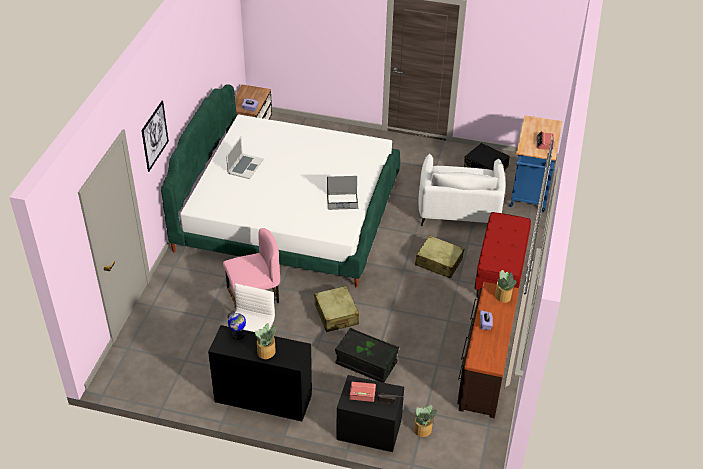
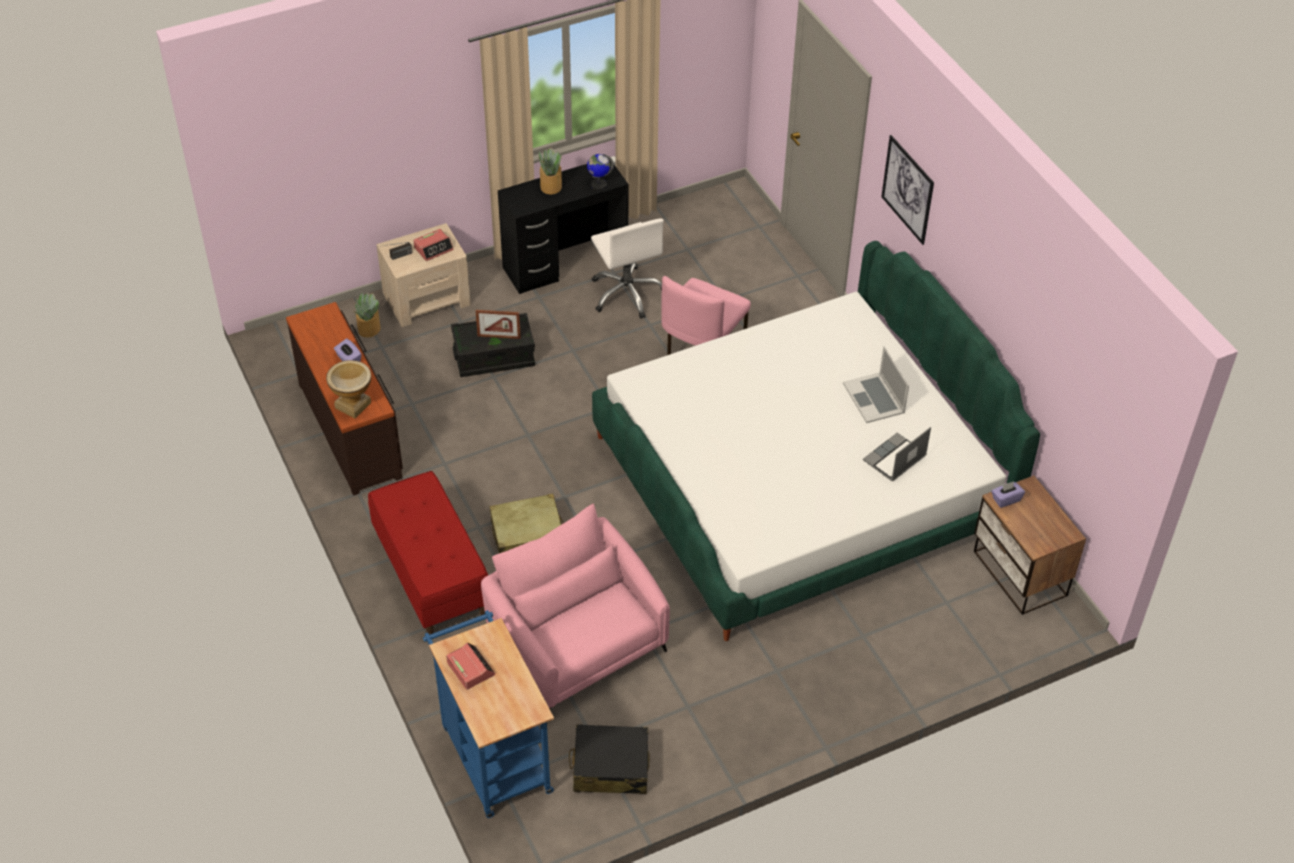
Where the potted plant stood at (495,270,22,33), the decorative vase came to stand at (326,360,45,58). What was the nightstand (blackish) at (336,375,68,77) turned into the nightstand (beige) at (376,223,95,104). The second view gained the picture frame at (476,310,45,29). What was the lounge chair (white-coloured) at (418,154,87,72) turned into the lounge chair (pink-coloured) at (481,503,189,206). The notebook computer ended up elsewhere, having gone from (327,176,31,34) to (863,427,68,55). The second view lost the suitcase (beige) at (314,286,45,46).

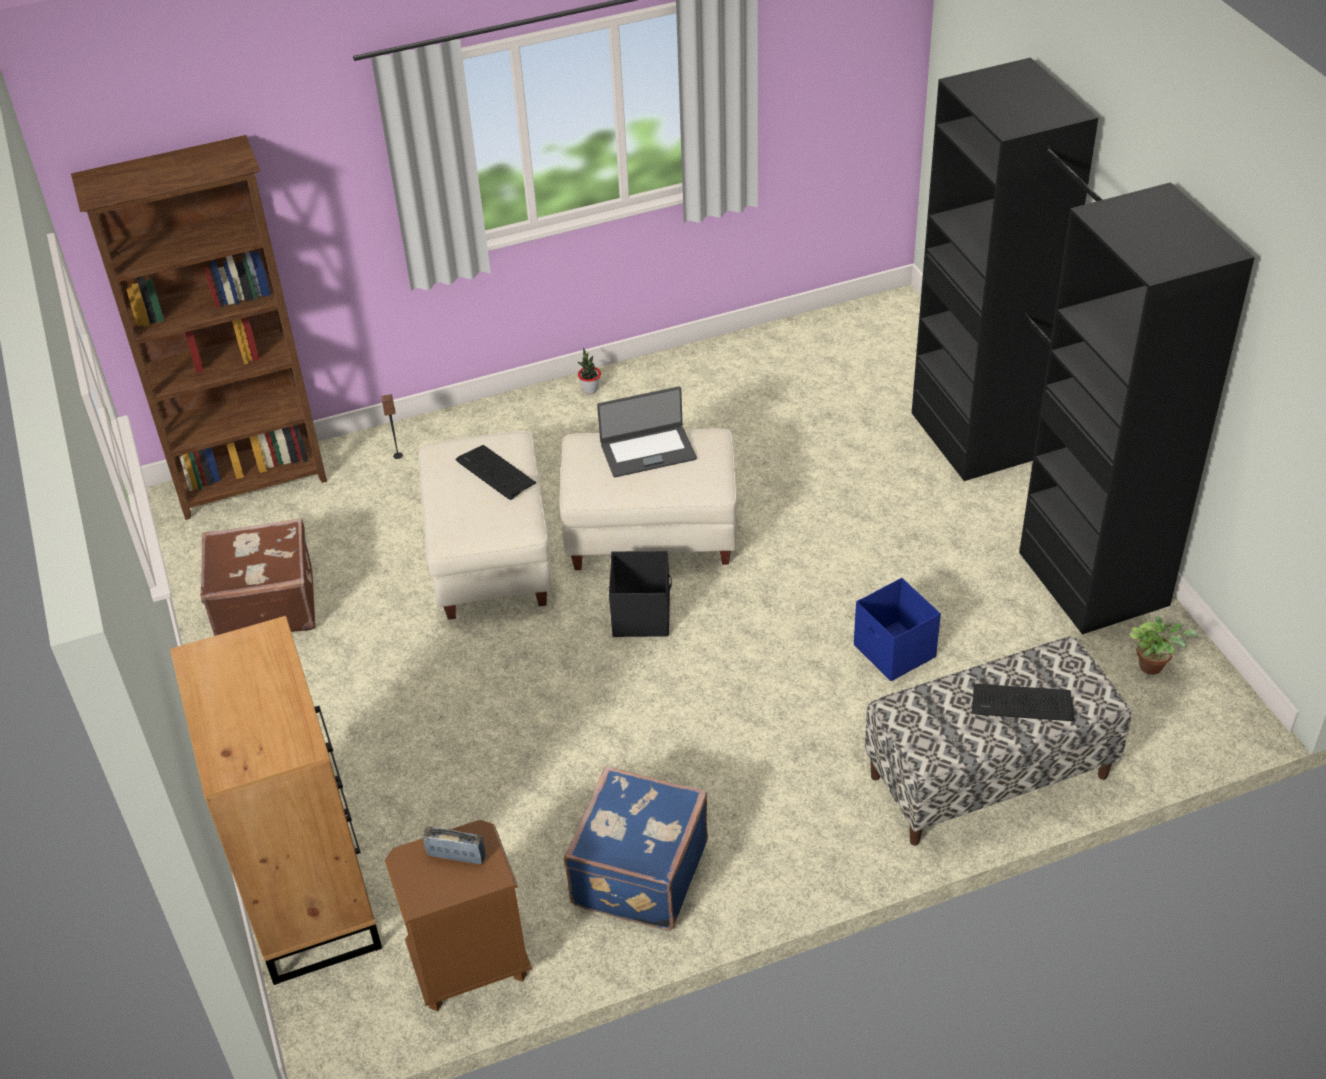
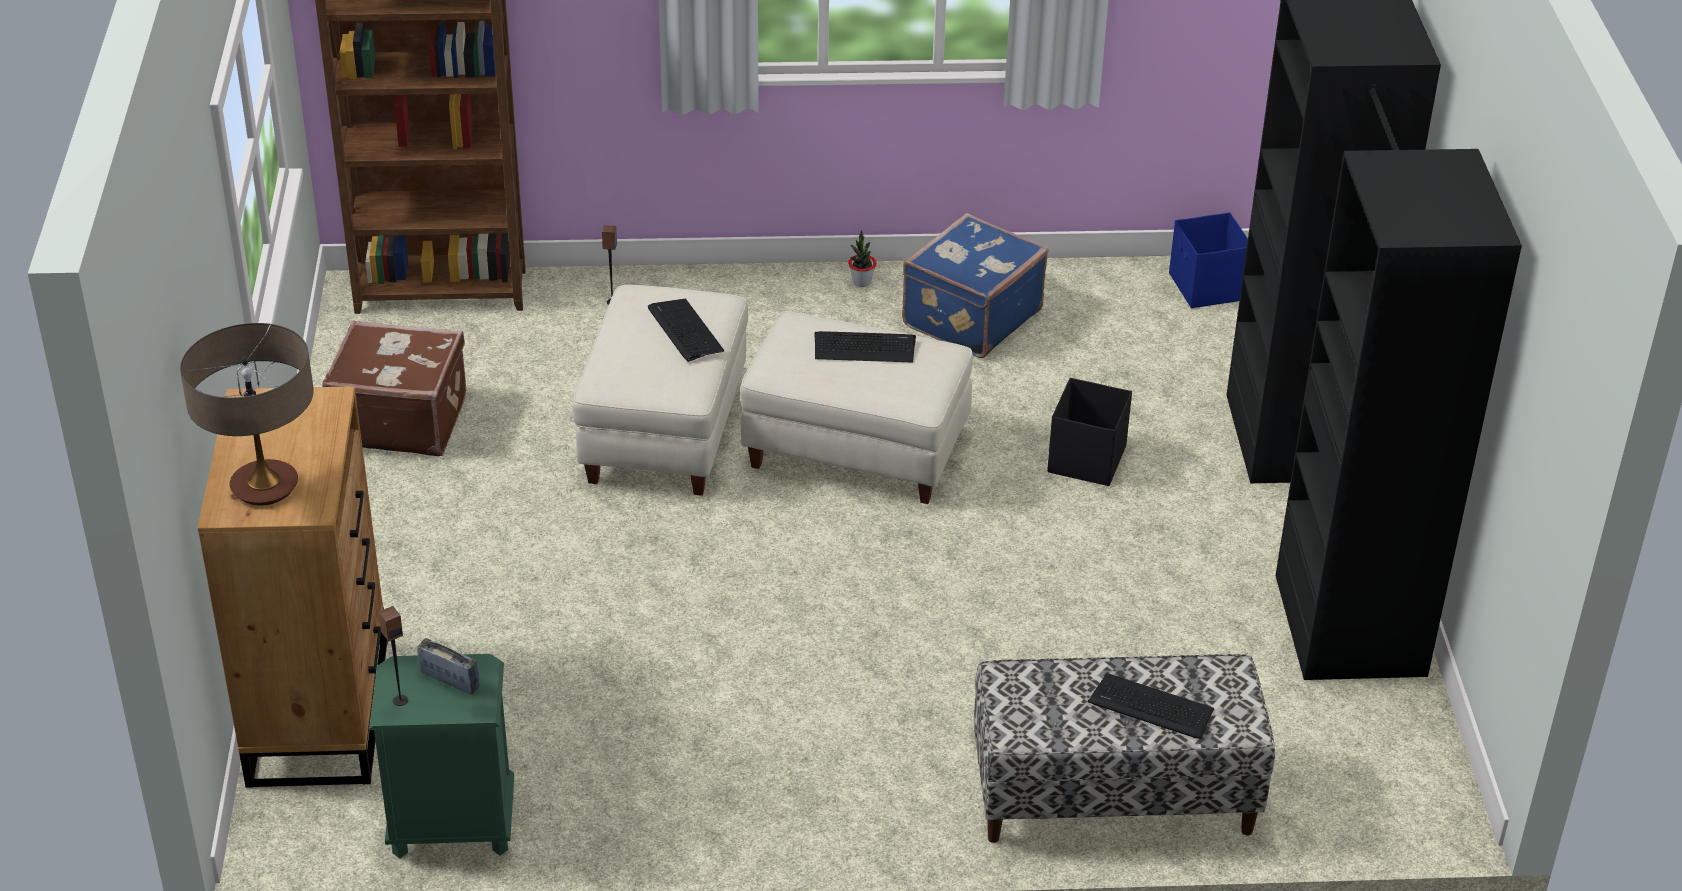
The second view gained the table lamp at (180,323,134,183). What was the nightstand (brown-coloured) at (385,820,147,191) turned into the nightstand (green-coloured) at (369,654,145,205). The second view gained the loudspeaker at (379,606,29,100). Where the notebook computer stood at (597,386,100,91), the computer keyboard came to stand at (815,331,101,32). The suitcase (bluish) ended up elsewhere, having gone from (564,766,144,164) to (902,213,147,145). The storage container (blackish) ended up elsewhere, having gone from (609,551,63,86) to (1047,378,85,108). The storage container (bluish) ended up elsewhere, having gone from (854,578,87,103) to (1169,212,79,96). The second view lost the potted plant at (1129,616,70,59).

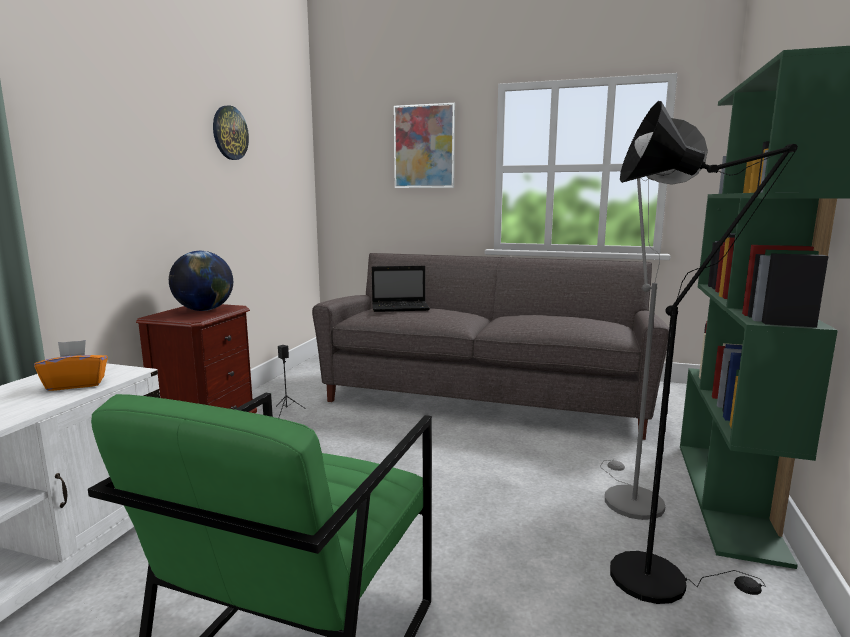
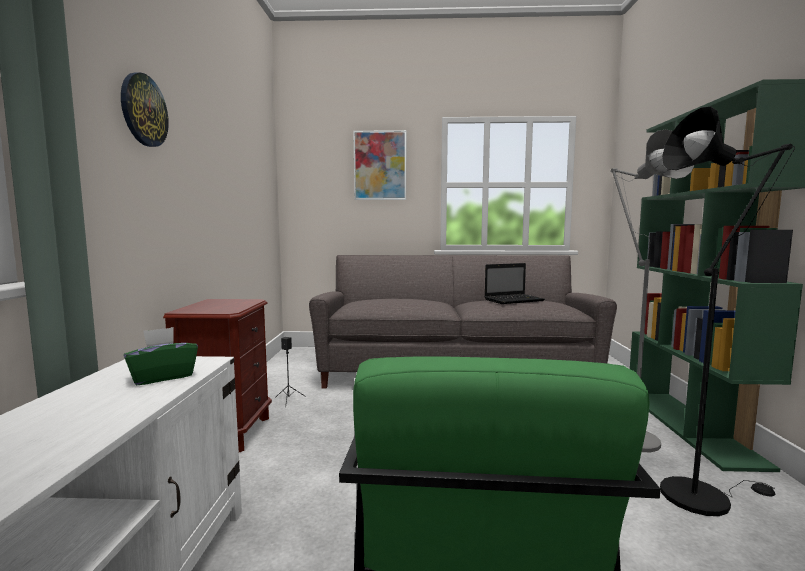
The clock on the wall ended up elsewhere, having gone from (213,105,36,55) to (121,72,48,75). What was the tissue box (orange) at (34,340,74,51) turned into the tissue box (green-coloured) at (124,327,74,59). The notebook computer ended up elsewhere, having gone from (372,266,58,46) to (484,263,61,41). The second view lost the desk globe at (169,251,64,60).

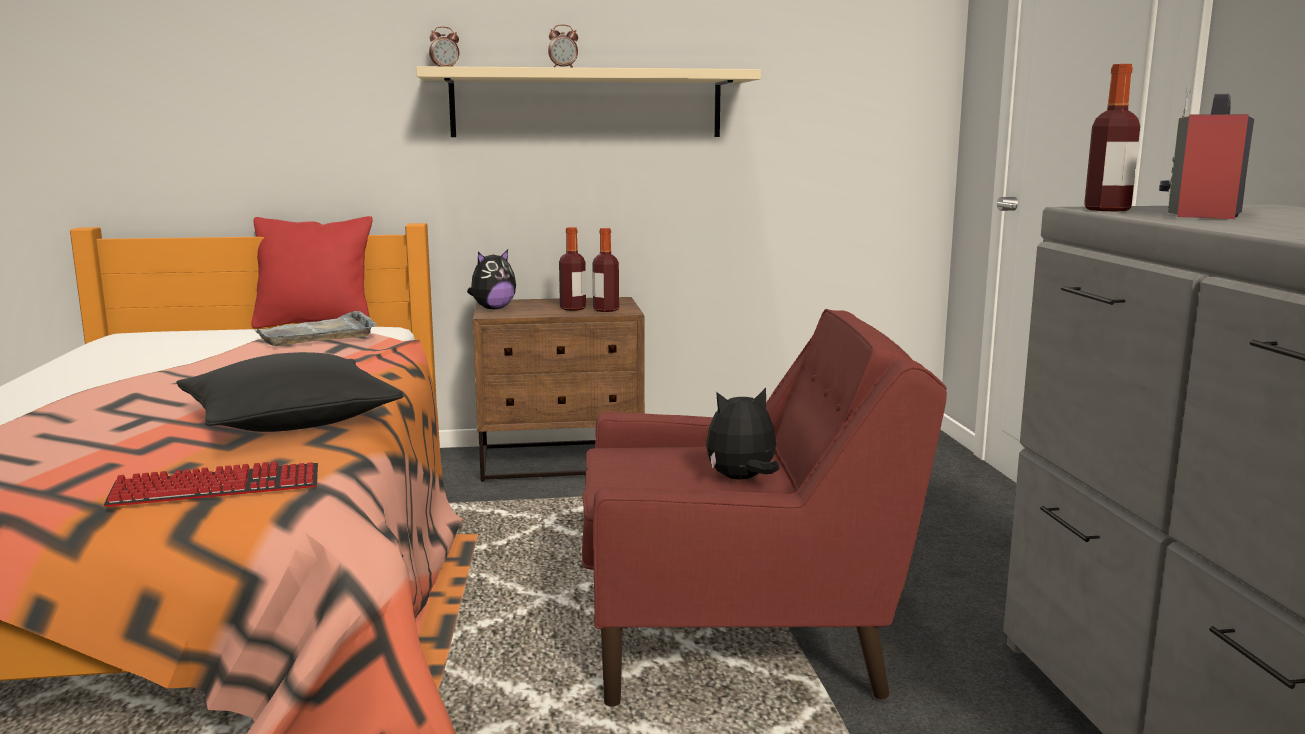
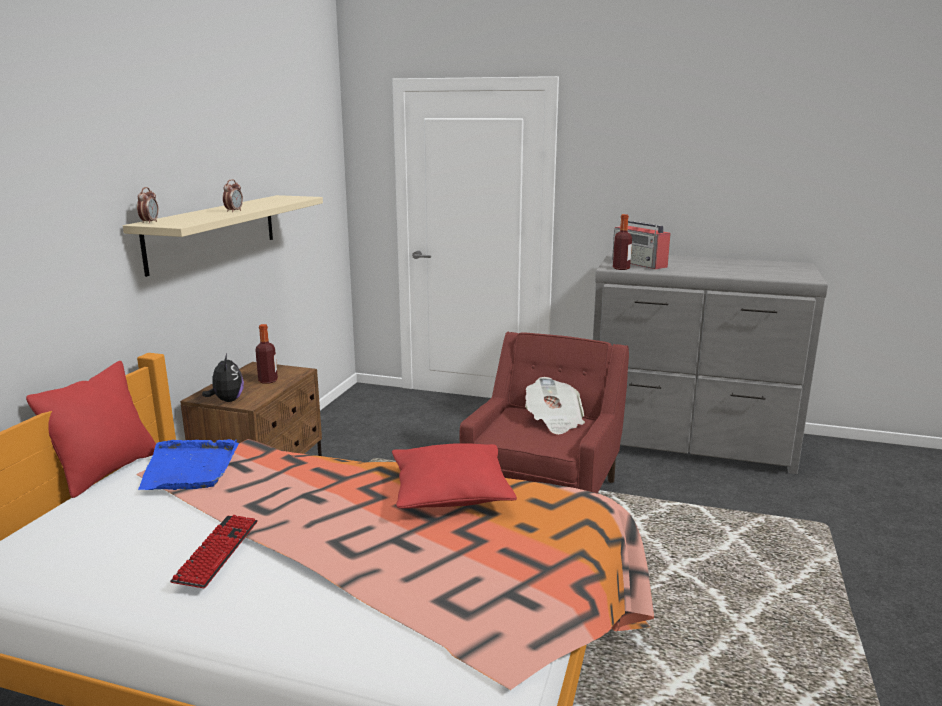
What was the carrying tray (greyish) at (255,311,122,35) turned into the carrying tray (bluish) at (138,439,101,51). The computer keyboard ended up elsewhere, having gone from (104,461,214,46) to (170,515,88,73). What was the cushion (blackish) at (176,352,228,80) turned into the cushion (red-coloured) at (392,443,125,65). Where the plush toy stood at (706,388,73,92), the printed paper came to stand at (525,377,60,58). The second view lost the drink bottle at (593,228,26,84).

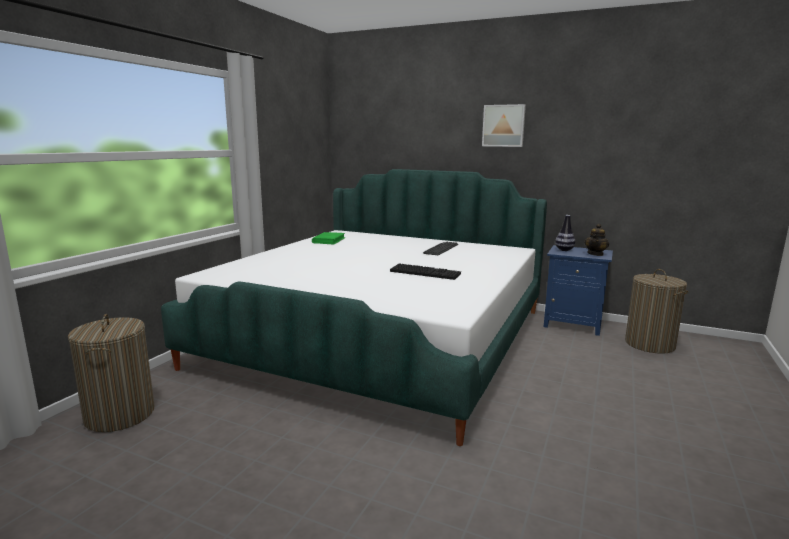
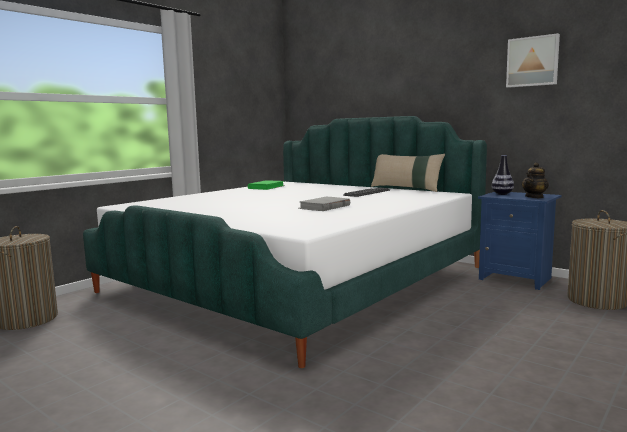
Where the computer keyboard stood at (390,263,71,17), the volume (greyish) came to stand at (298,197,52,14). The second view gained the cushion (beige) at (371,154,74,38). The wall picture ended up elsewhere, having gone from (482,104,44,43) to (506,33,54,55).

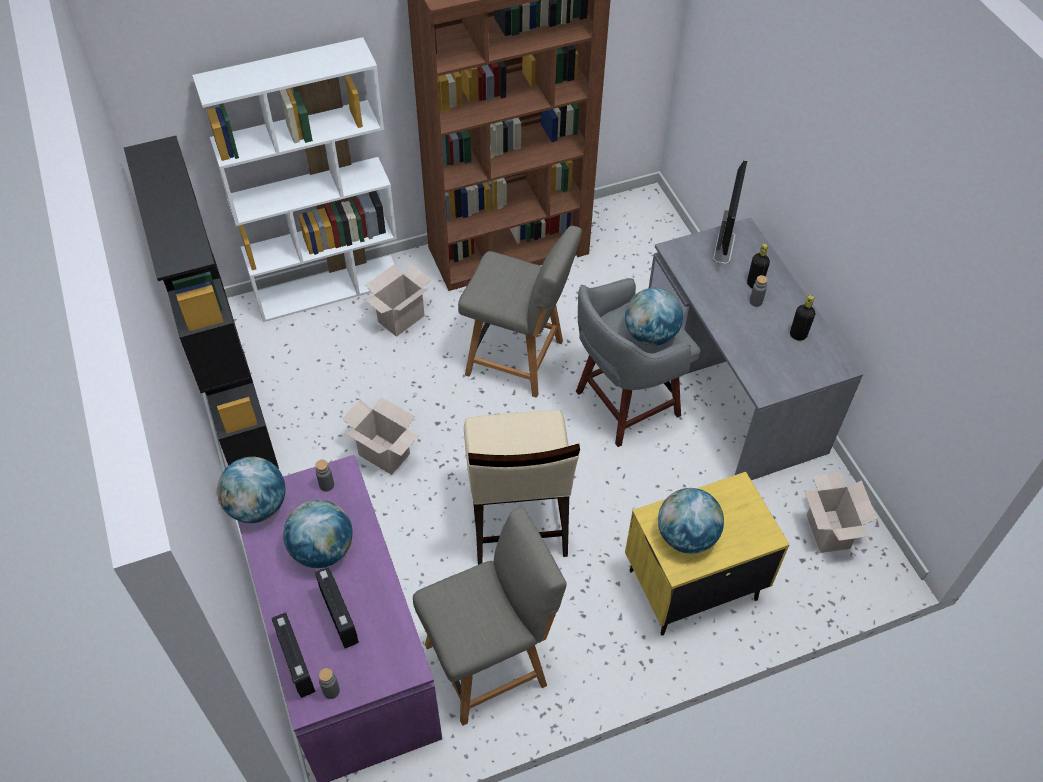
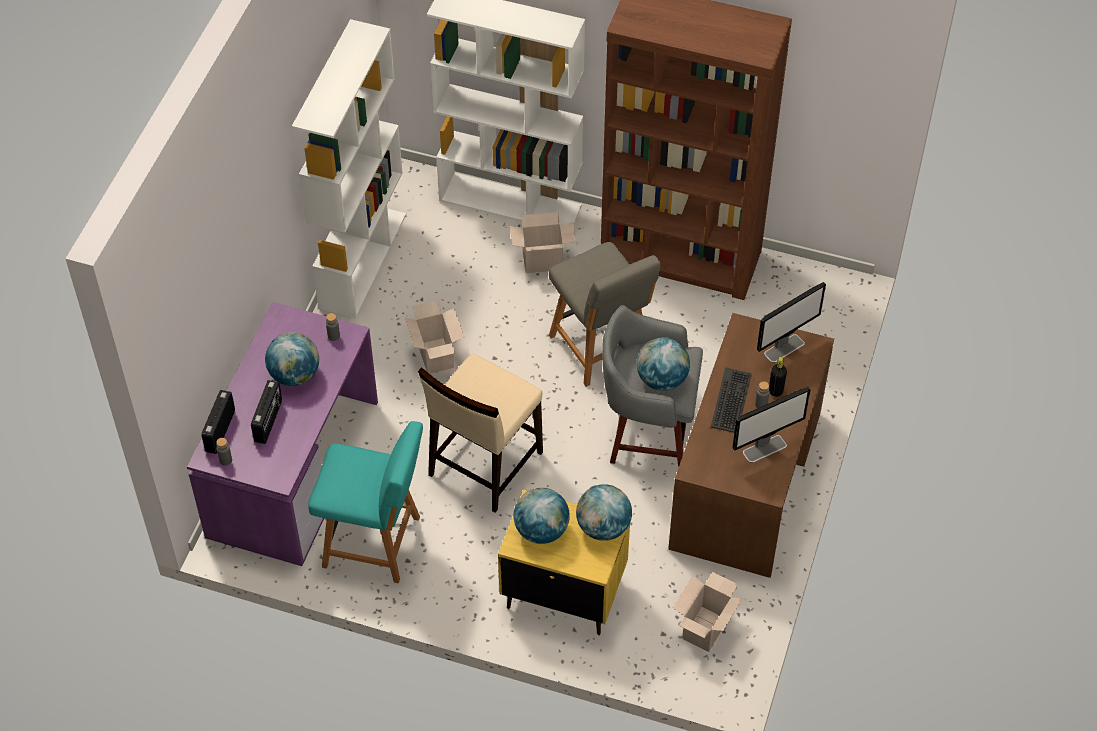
What was the bookcase (blackish) at (124,136,155,333) turned into the bookcase (white-coloured) at (292,19,114,300). What was the plain chair (greyish) at (413,507,154,219) turned into the plain chair (turquoise) at (308,421,115,162). The desk globe ended up elsewhere, having gone from (217,457,69,66) to (576,484,56,57). What was the desk (greyish) at (649,217,214,263) turned into the desk (brown-coloured) at (668,313,166,265). The second view gained the computer keyboard at (711,368,41,65). Where the drink bottle (blackish) stood at (790,295,25,46), the computer display came to stand at (732,387,79,76).

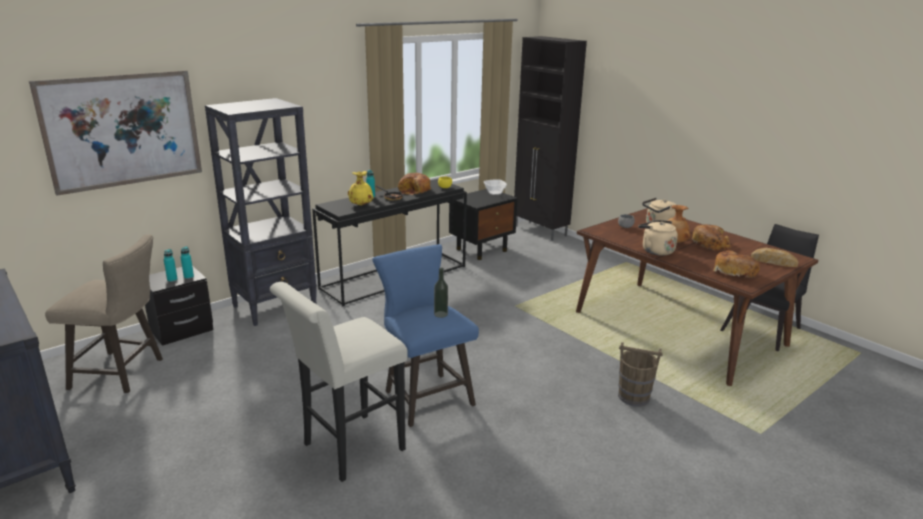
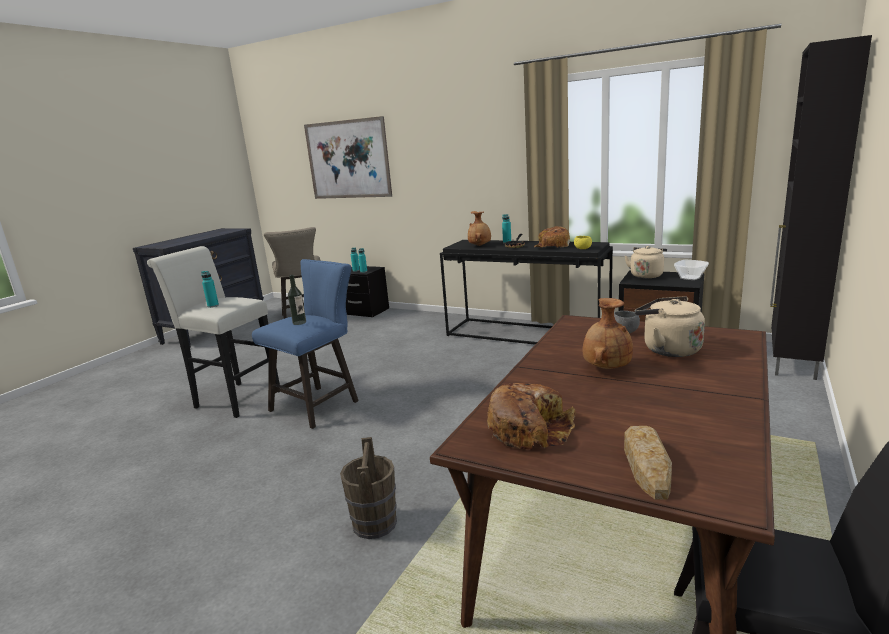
The second view gained the drink bottle (turquoise) at (201,271,18,37). What was the decorative vase (yellow-coloured) at (348,171,26,35) turned into the decorative vase (brown-coloured) at (468,211,23,35). The kettle (beige) ended up elsewhere, having gone from (638,220,40,36) to (625,246,42,32). The second view lost the bookcase (blackish) at (205,98,112,228). The second view lost the bakery bread at (692,224,39,27).

